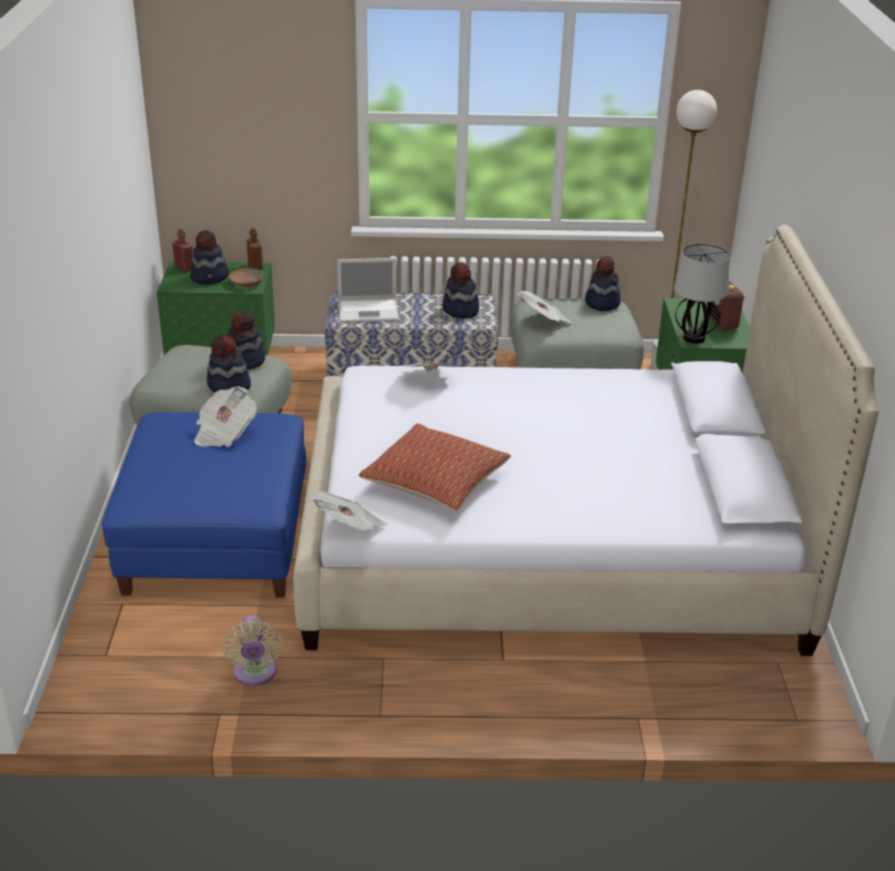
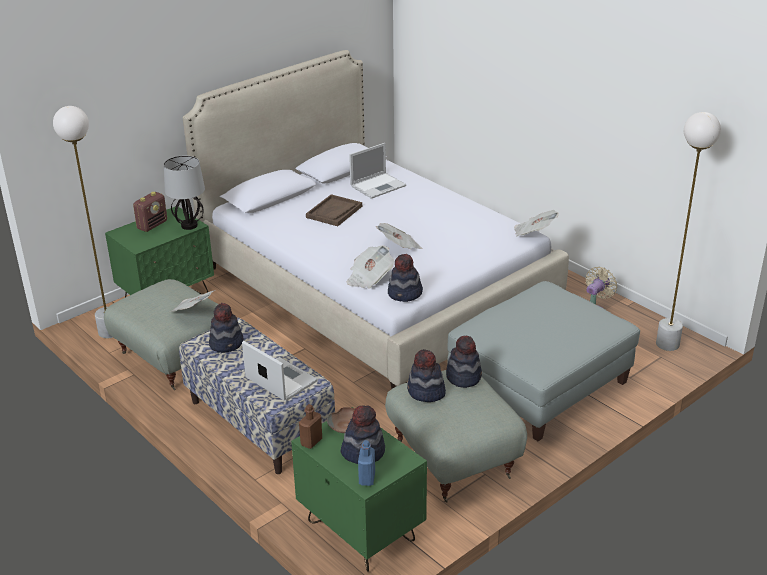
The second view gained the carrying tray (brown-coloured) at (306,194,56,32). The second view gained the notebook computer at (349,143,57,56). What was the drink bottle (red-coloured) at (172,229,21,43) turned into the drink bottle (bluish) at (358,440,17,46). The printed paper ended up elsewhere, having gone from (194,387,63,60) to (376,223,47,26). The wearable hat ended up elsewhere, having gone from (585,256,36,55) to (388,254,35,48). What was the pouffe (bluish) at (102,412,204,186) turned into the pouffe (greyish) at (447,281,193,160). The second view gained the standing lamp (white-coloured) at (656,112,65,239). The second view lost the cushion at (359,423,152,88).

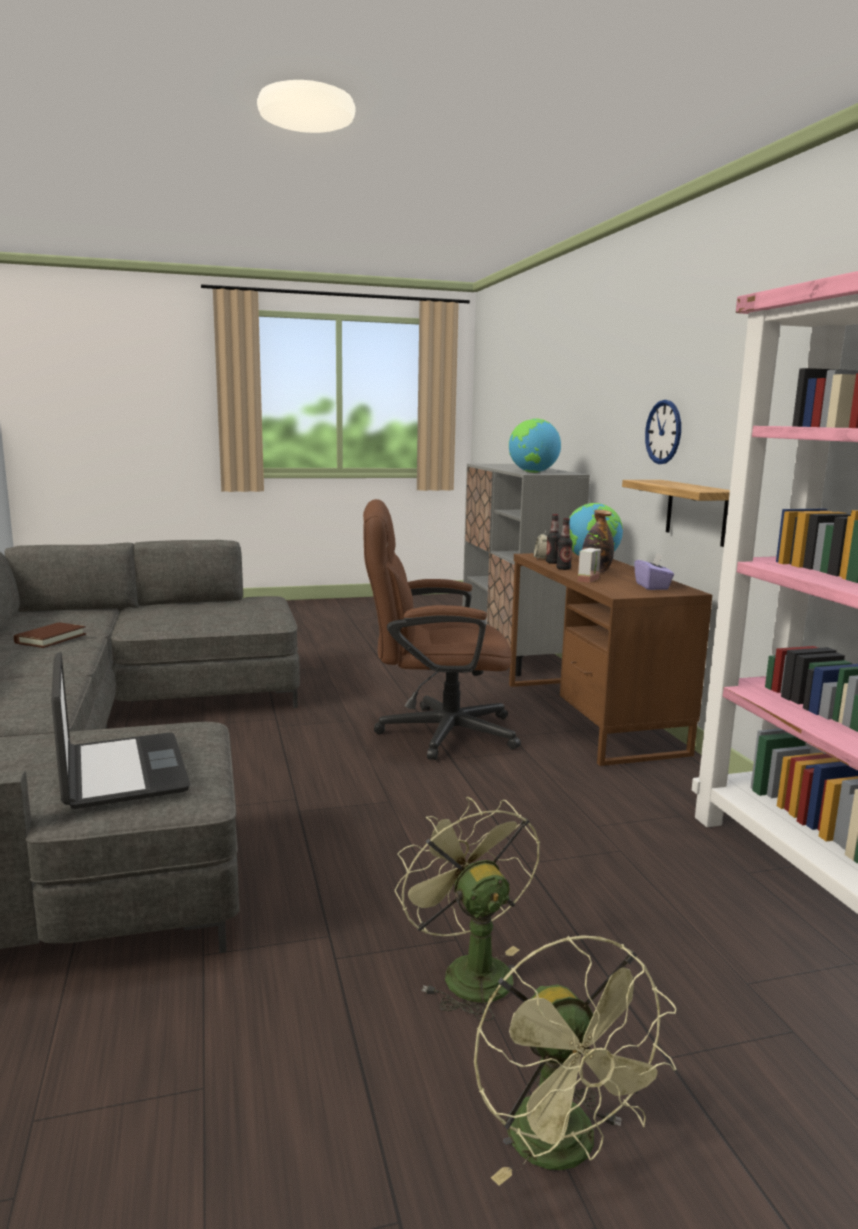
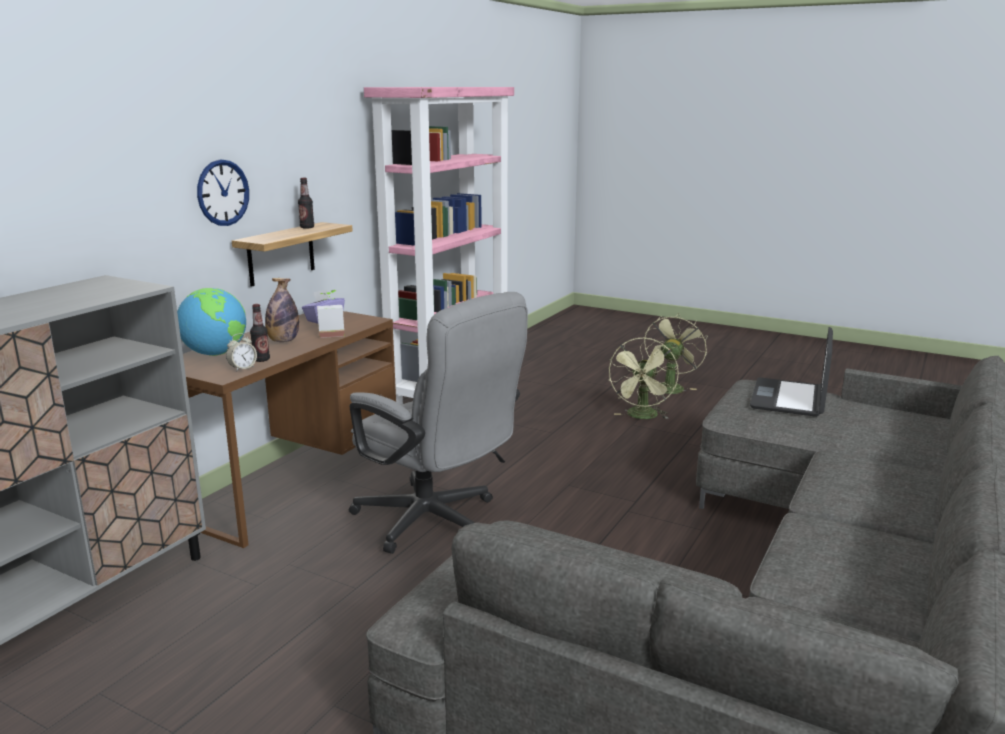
The drink bottle ended up elsewhere, having gone from (556,518,17,52) to (298,178,16,51). What was the computer chair (brown-coloured) at (363,499,158,261) turned into the computer chair (greyish) at (349,292,179,262). The second view lost the volume (brown-coloured) at (14,622,72,26). The second view lost the desk globe at (509,418,52,55).

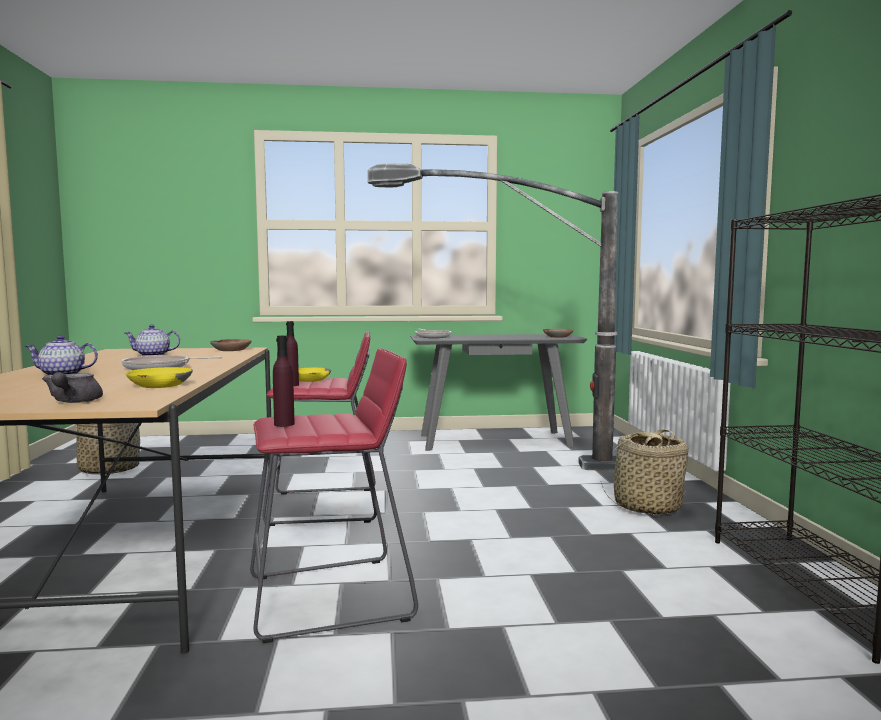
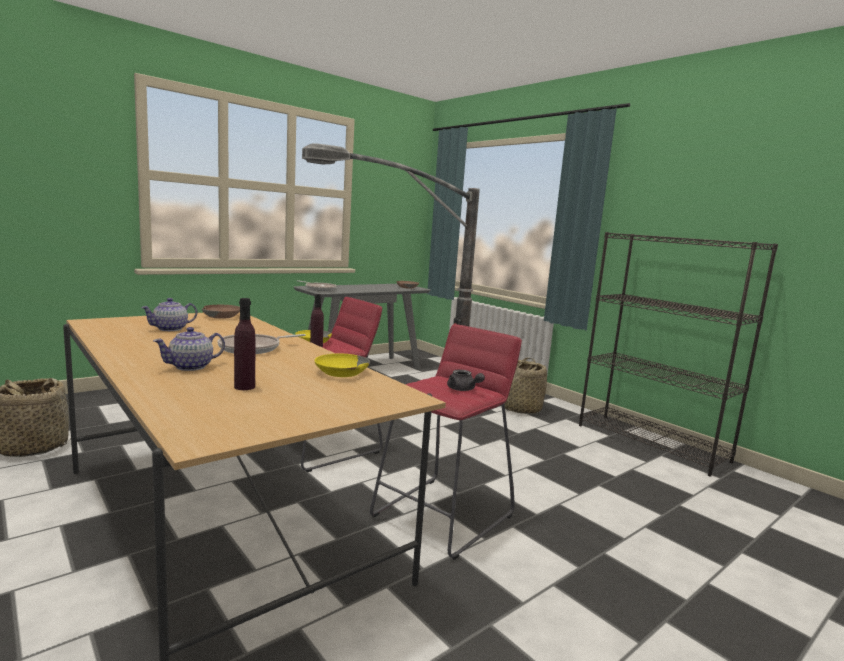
The drink bottle (purple-coloured) ended up elsewhere, having gone from (273,335,22,92) to (234,298,21,92). The tea pot (greyish) ended up elsewhere, having gone from (42,372,61,31) to (447,370,38,21).

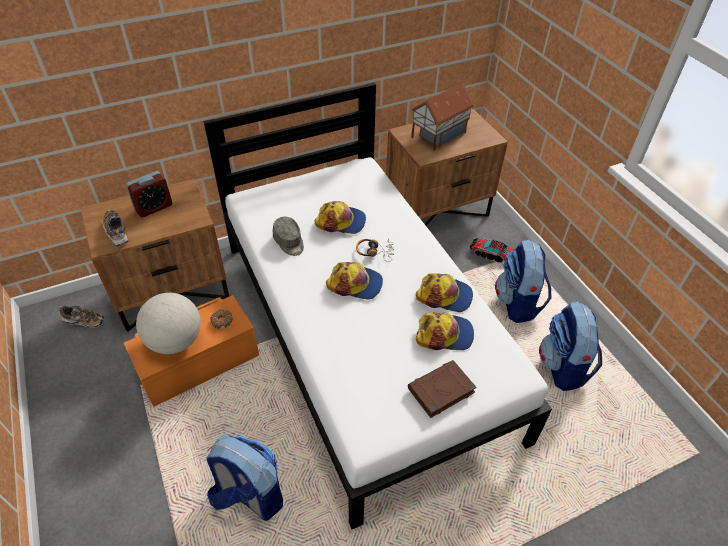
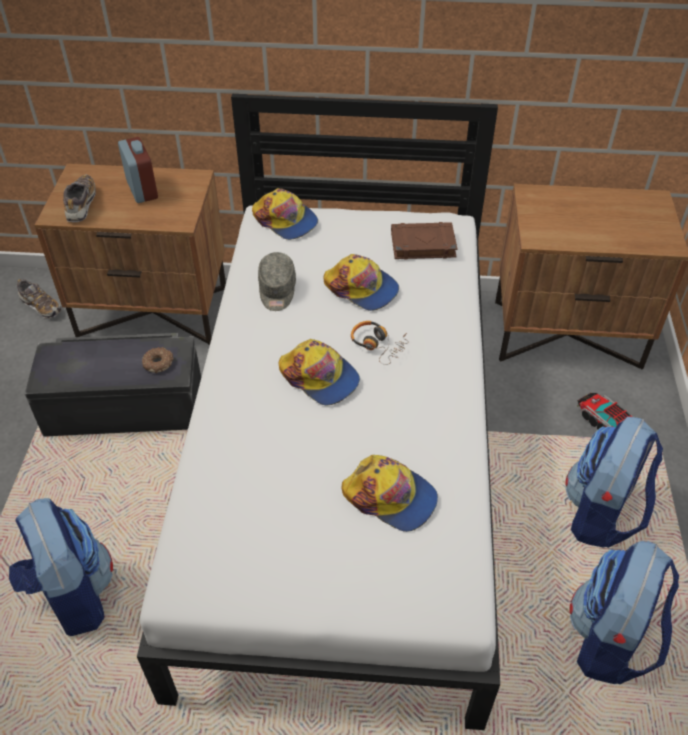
What was the storage container (orange) at (124,295,135,112) turned into the storage container (blackish) at (25,333,176,104). The alarm clock at (126,171,46,46) ended up facing another way, 105 degrees counterclockwise from before. The cap ended up elsewhere, having gone from (416,273,57,39) to (252,188,66,52). The volume (brown-coloured) ended up elsewhere, having gone from (408,360,69,58) to (391,222,67,38). The second view lost the desk globe at (136,293,65,61). The second view lost the toy house at (411,83,63,68).

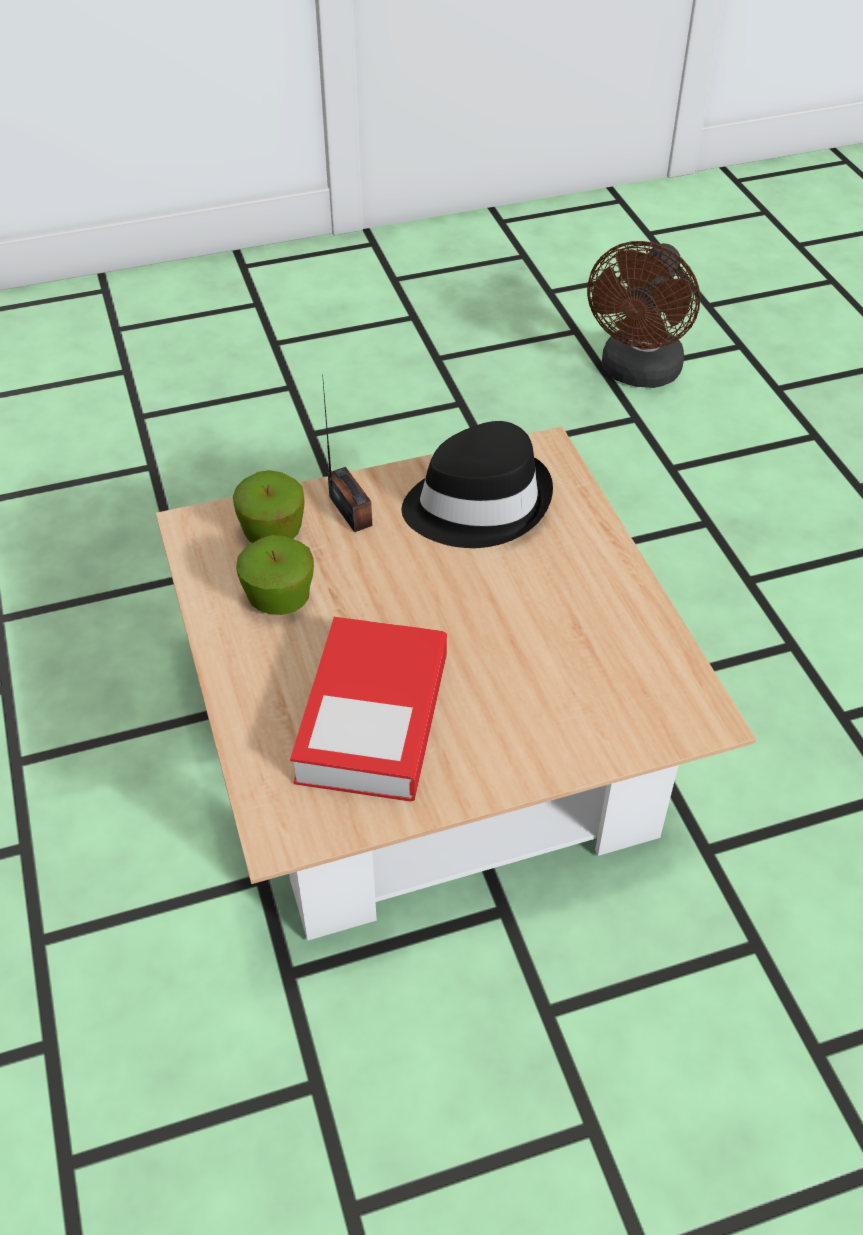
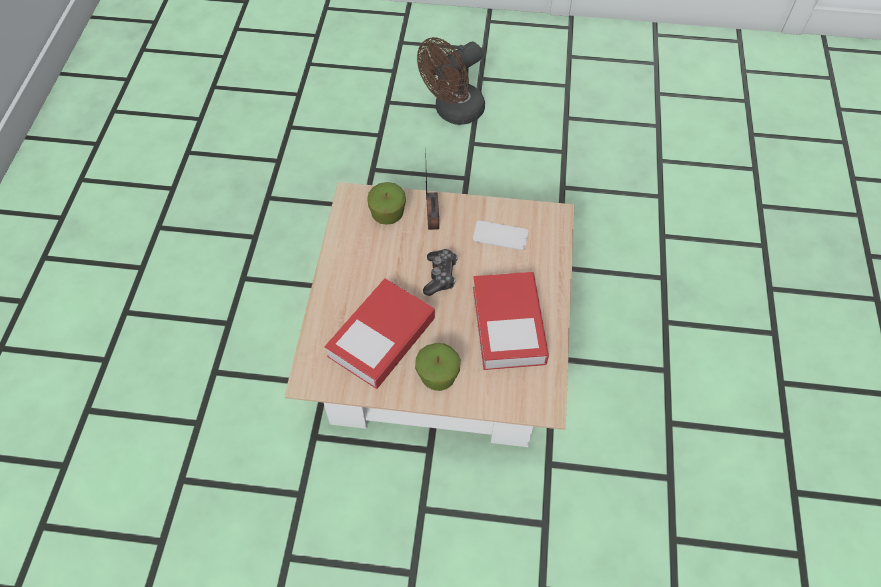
The whole apple ended up elsewhere, having gone from (236,535,78,80) to (415,343,46,48). The cooling fan (brown-coloured) ended up elsewhere, having gone from (587,241,113,147) to (417,37,68,88). The second view gained the gamepad at (423,249,35,47). Where the wearable hat (blackish) stood at (402,421,151,127), the phone came to stand at (473,220,56,30). The second view gained the volume at (473,272,76,98).

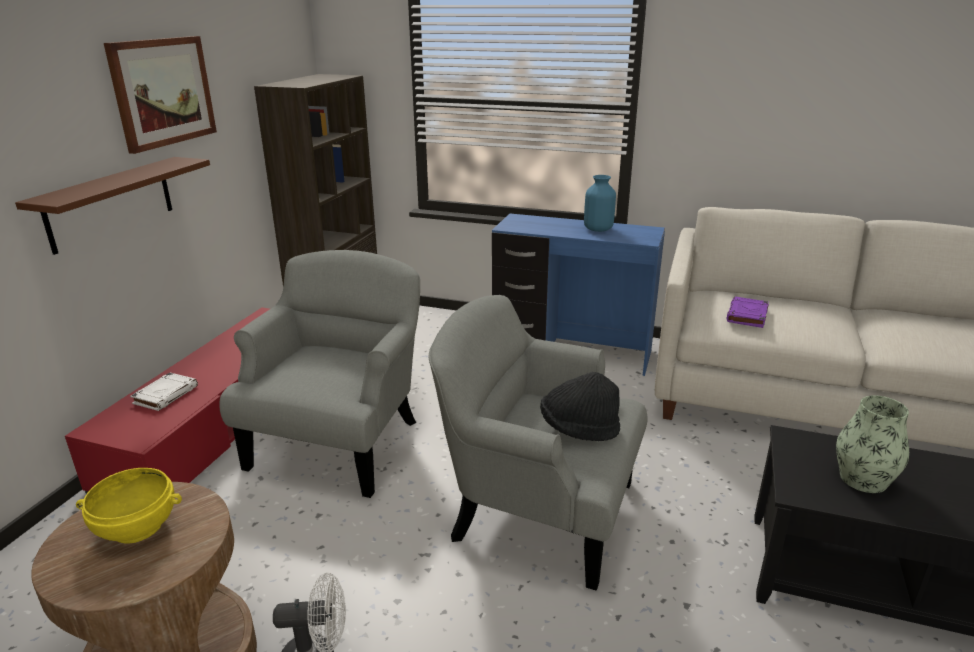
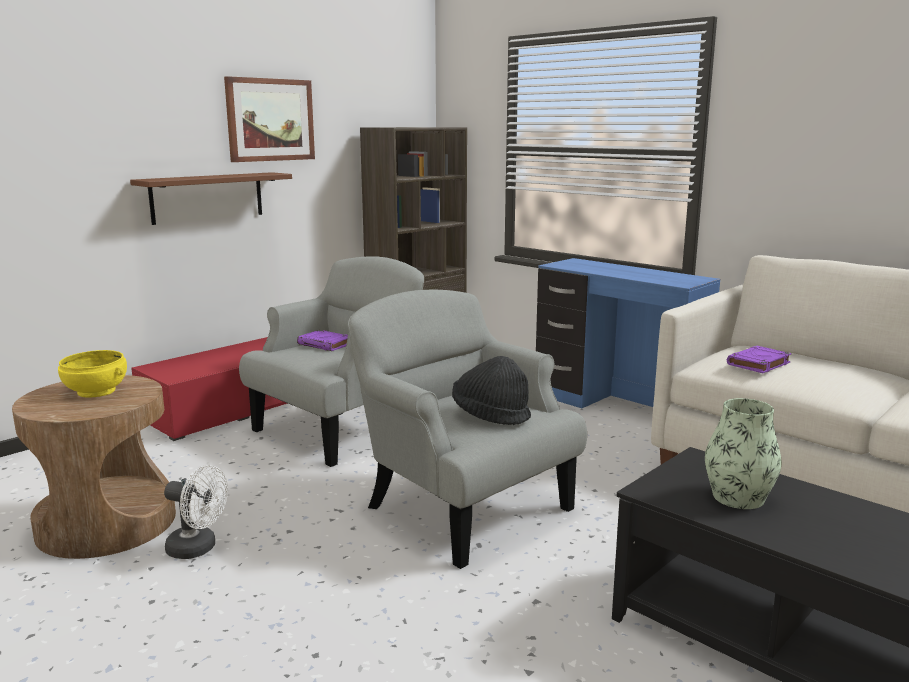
The second view gained the volume (purple-coloured) at (297,330,51,21). The second view lost the volume (white-coloured) at (130,372,68,39). The second view lost the decorative vase (bluish) at (584,175,32,57).

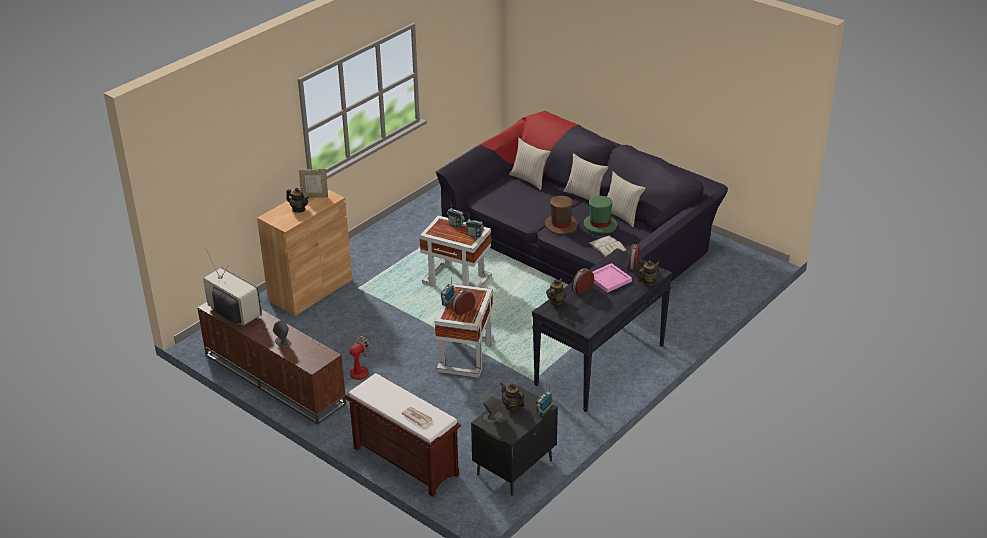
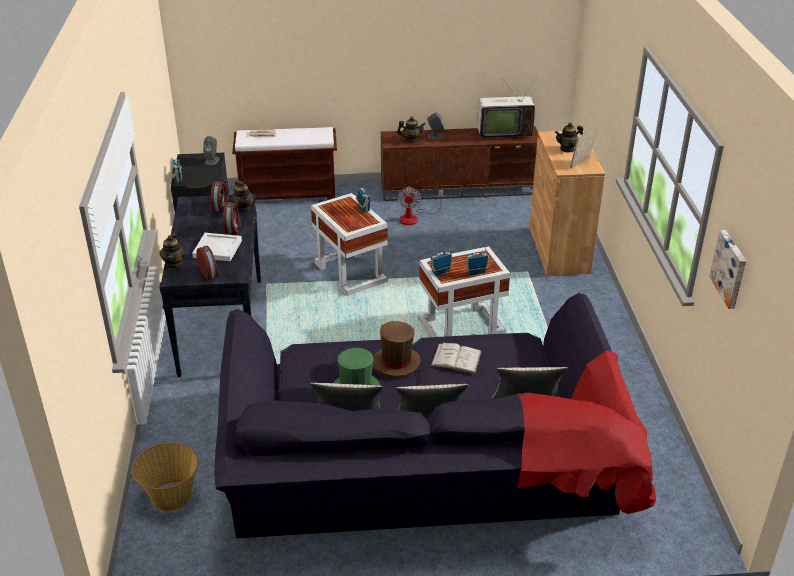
The second view gained the basket at (132,442,66,69). What was the carrying tray (pink-coloured) at (593,263,39,30) turned into the carrying tray (white-coloured) at (192,233,50,28). The alarm clock ended up elsewhere, having gone from (451,289,24,26) to (210,181,19,31). The tea pot ended up elsewhere, having gone from (501,383,24,28) to (397,117,28,26). The volume (white-coloured) ended up elsewhere, having gone from (589,235,38,22) to (431,343,51,30). The second view gained the wall picture at (709,230,37,79).

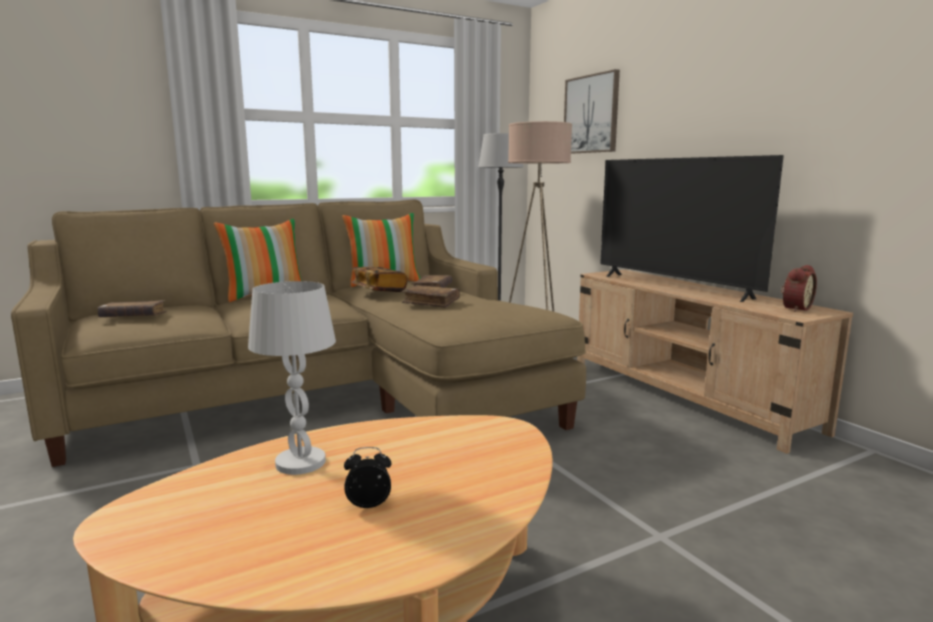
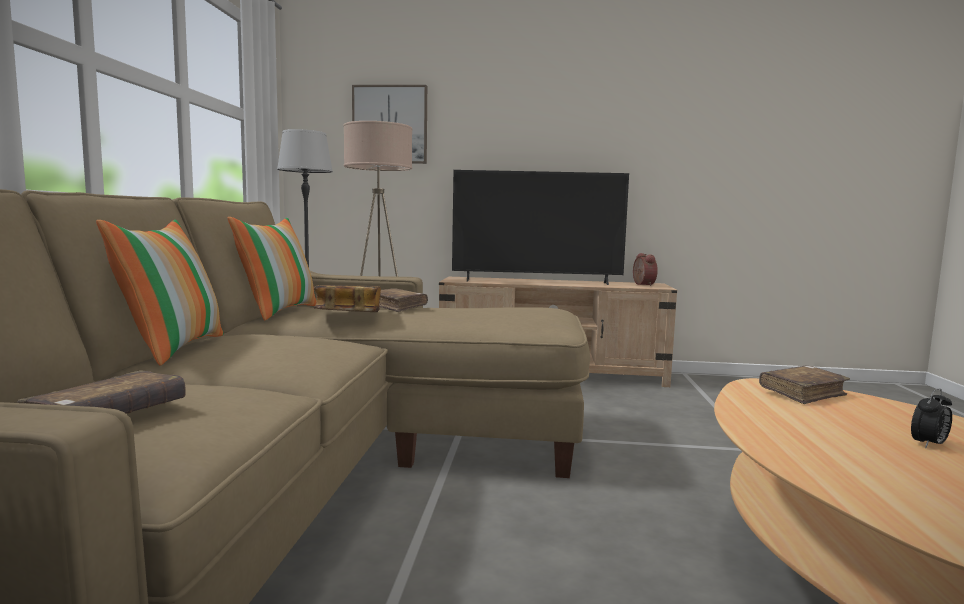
The volume (brown-coloured) ended up elsewhere, having gone from (402,285,58,23) to (759,366,91,38). The alarm clock at (344,447,47,61) ended up facing another way, 150 degrees counterclockwise from before. The second view lost the table lamp (white-coloured) at (248,281,88,194).

